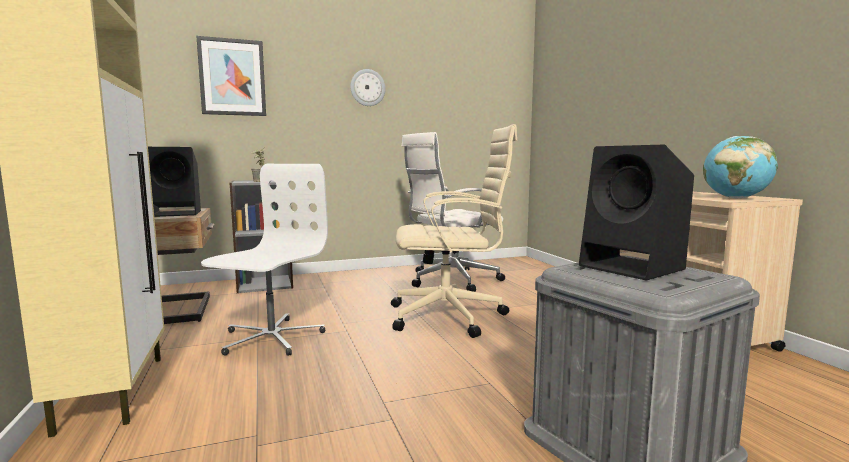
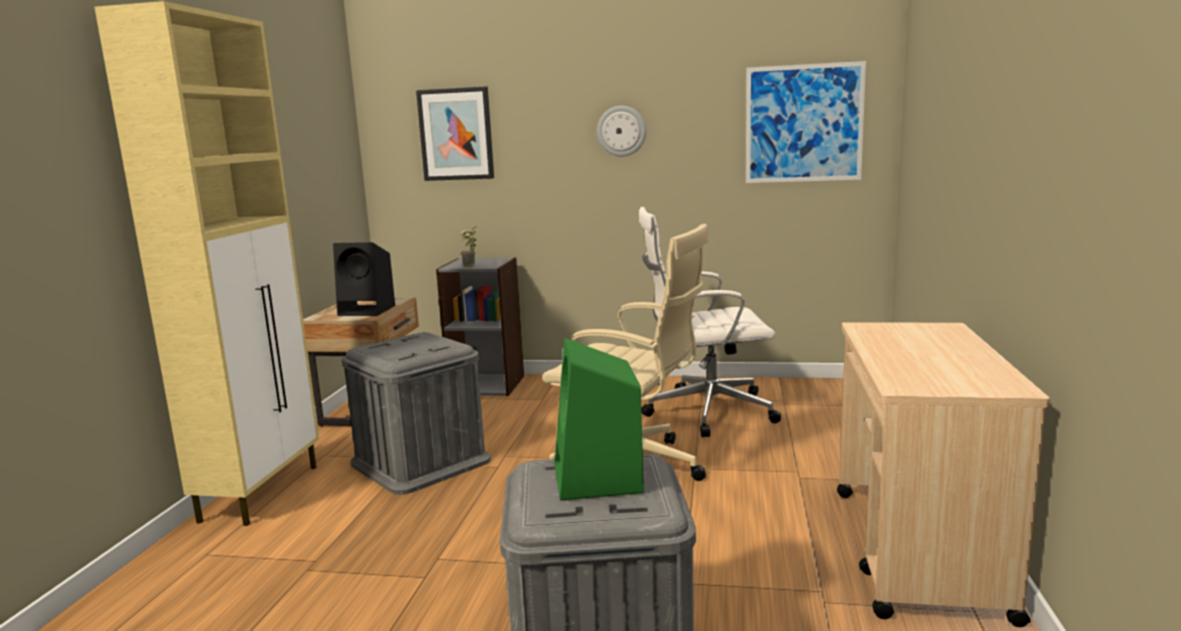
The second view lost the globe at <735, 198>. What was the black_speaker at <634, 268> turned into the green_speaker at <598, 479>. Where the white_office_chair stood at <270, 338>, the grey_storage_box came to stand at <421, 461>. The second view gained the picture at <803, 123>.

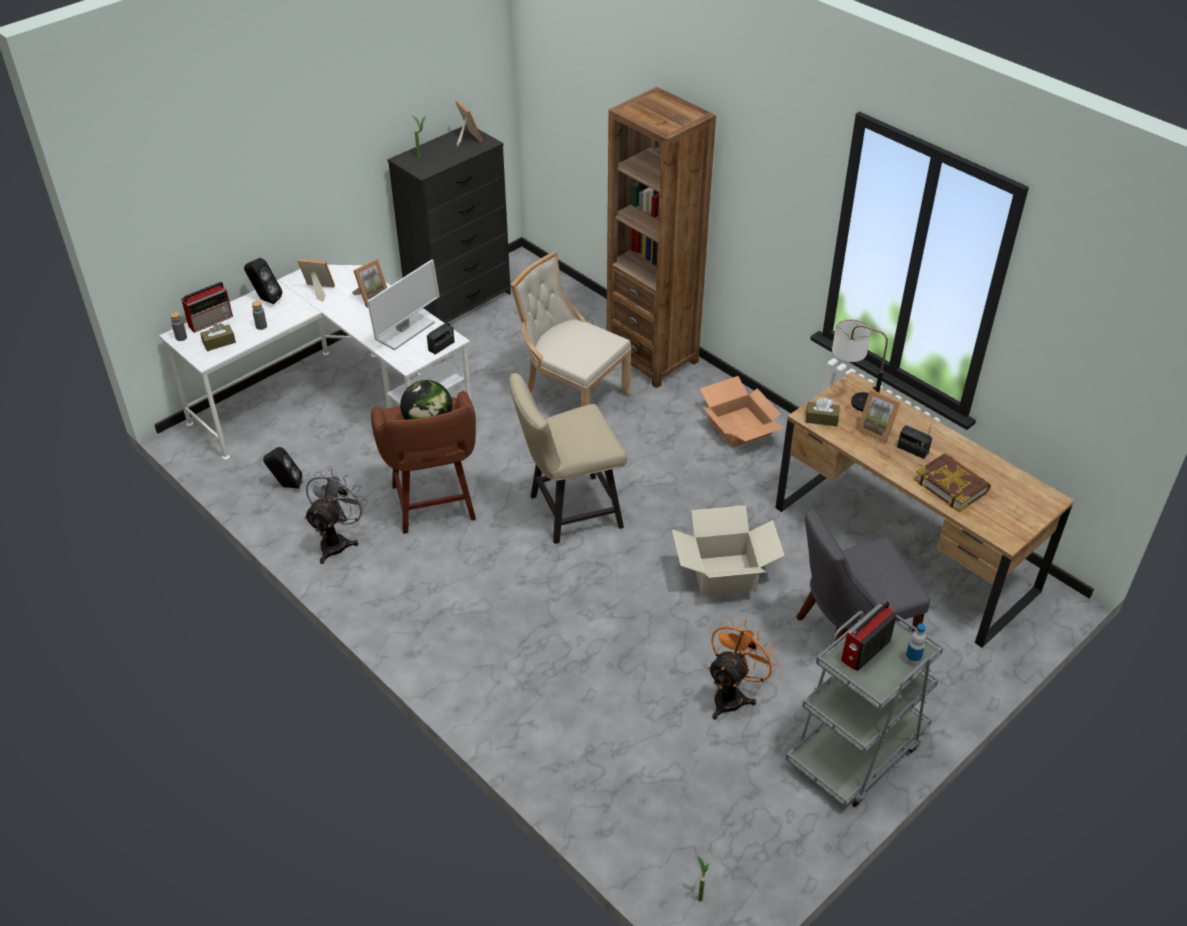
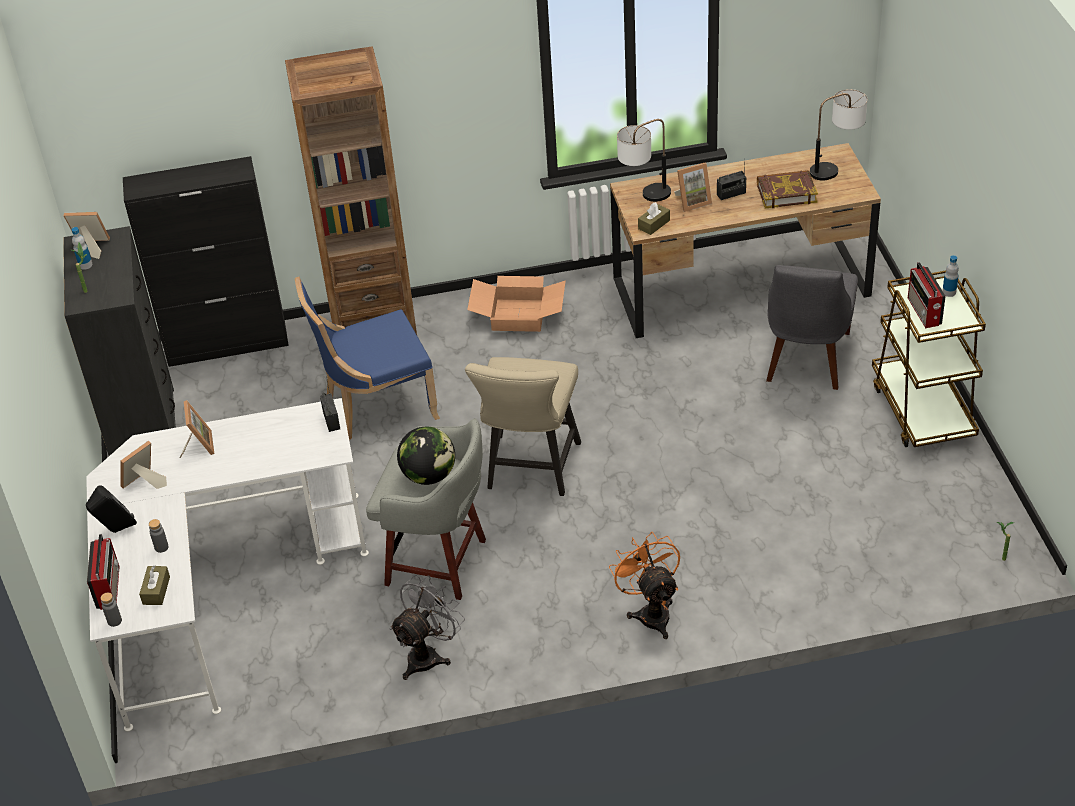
What was the beige_chair at <571, 397> turned into the blue_chair at <376, 407>. The second view lost the monitor at <404, 331>. What was the brown_stool at <434, 505> turned into the grey_stool at <440, 563>. The second view lost the black_speaker at <286, 486>. The grey_fan at <337, 541> ended up facing another way, 75 degrees clockwise from before. The second view lost the cardboard_box at <724, 575>. What was the grey_cart at <856, 751> turned into the brown_cart at <922, 410>. The orange_fan ended up elsewhere, having gone from <733, 695> to <651, 612>. The second view gained the table_lamp at <836, 168>. The second view gained the black_cabinet at <228, 344>. The second view gained the bottle at <85, 265>.

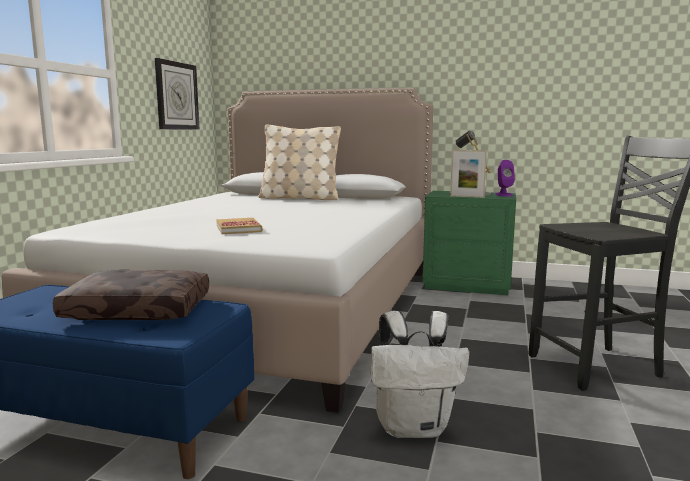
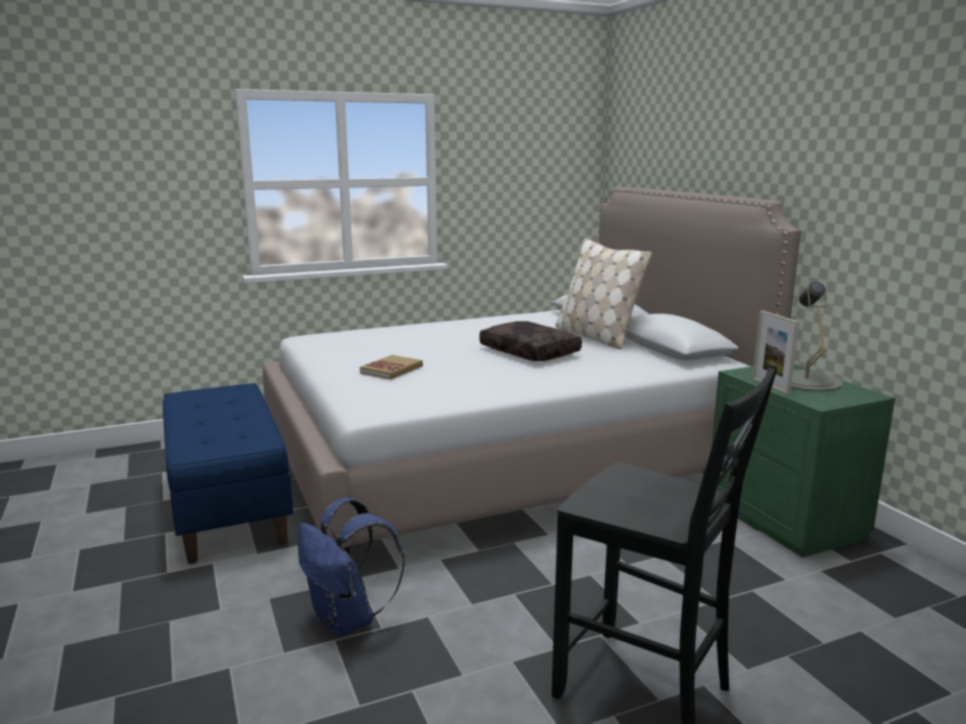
The second view lost the wall_clock at <176, 96>. The second view lost the purple_speaker at <503, 195>. The brown_pillow ended up elsewhere, having gone from <140, 310> to <531, 352>. What was the white_backpack at <414, 427> turned into the blue_backpack at <347, 620>.

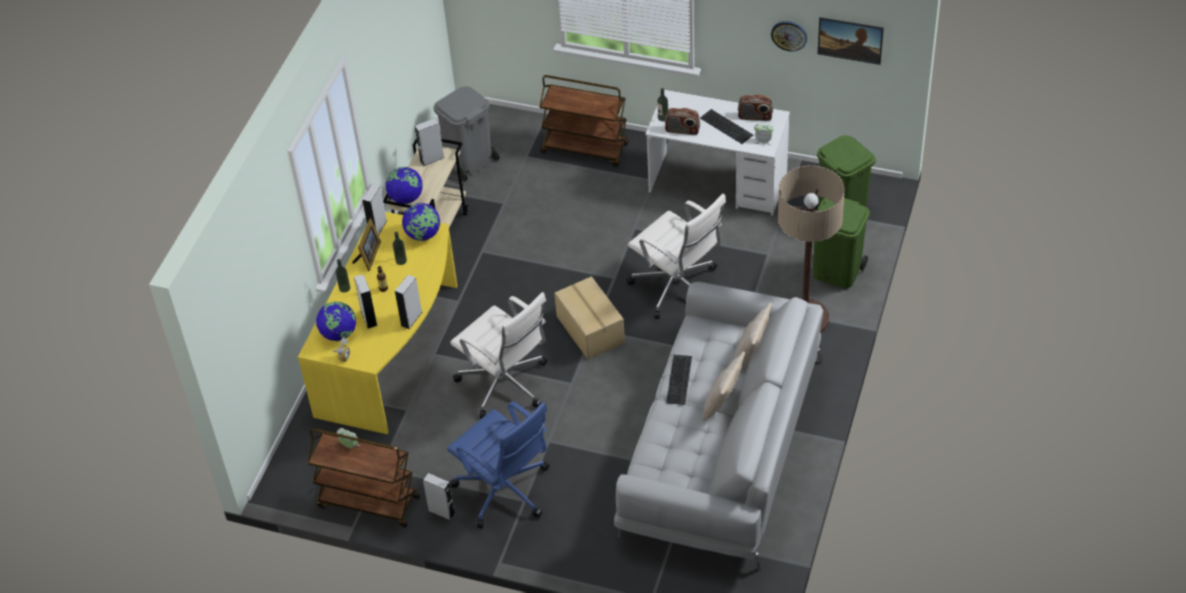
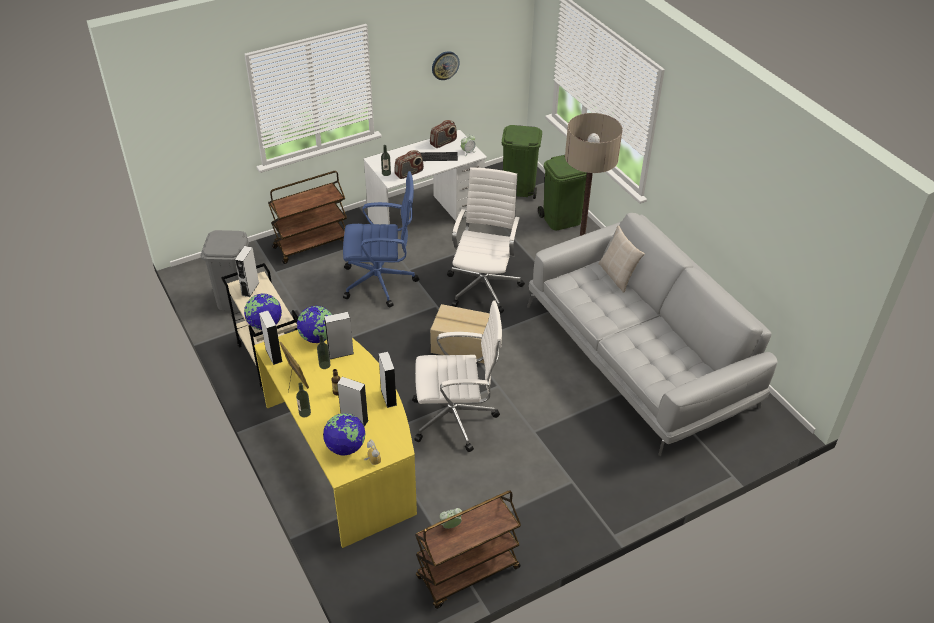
The second view lost the picture at <849, 49>. The white_office_chair at <677, 288> ended up facing another way, 75 degrees counterclockwise from before. The second view lost the beige_pillow at <722, 403>. The second view lost the keyboard at <680, 380>. The blue_office_chair ended up elsewhere, having gone from <505, 491> to <381, 282>. The grey_speaker ended up elsewhere, having gone from <441, 512> to <341, 353>.

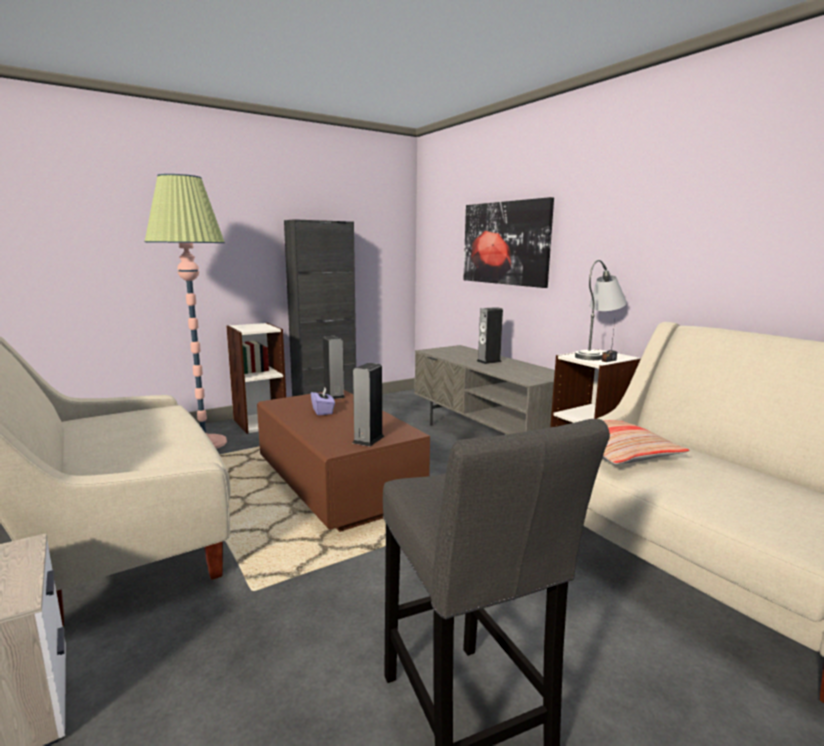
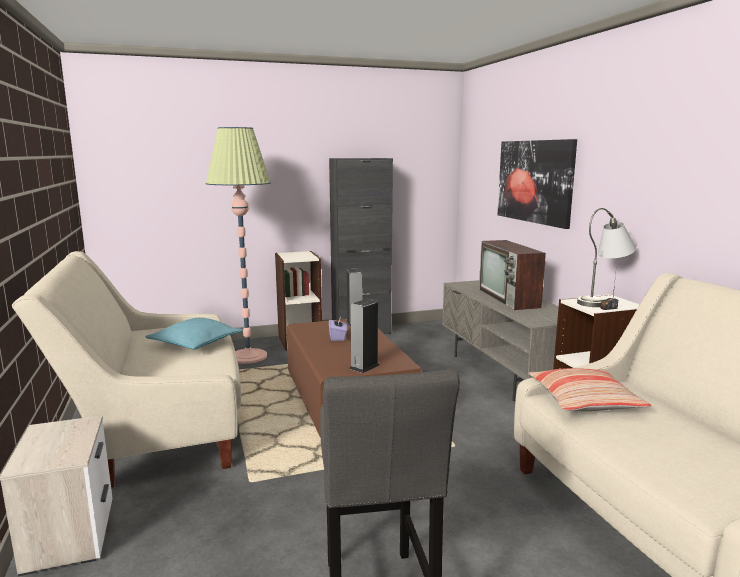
Where the speaker stood at <489, 361>, the television came to stand at <509, 299>. The second view gained the turquoise_pillow at <195, 343>.

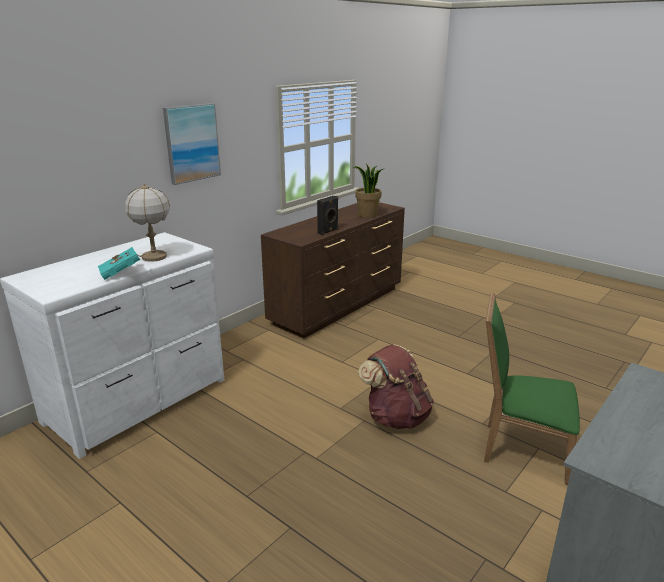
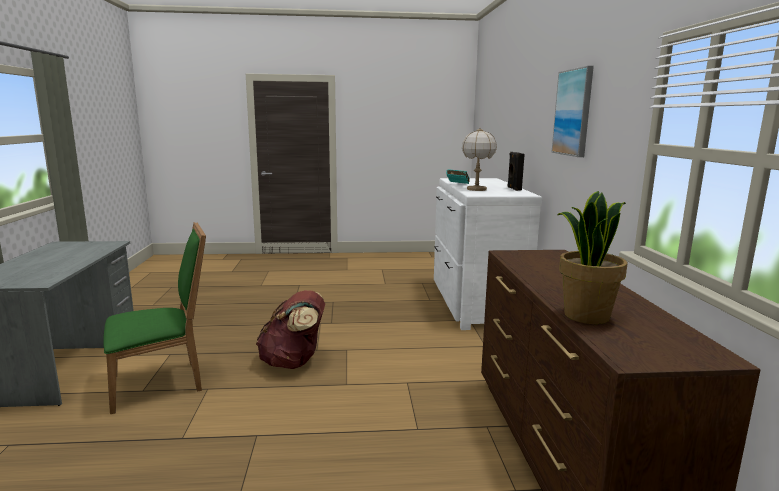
The black_speaker ended up elsewhere, having gone from <328, 231> to <513, 188>.

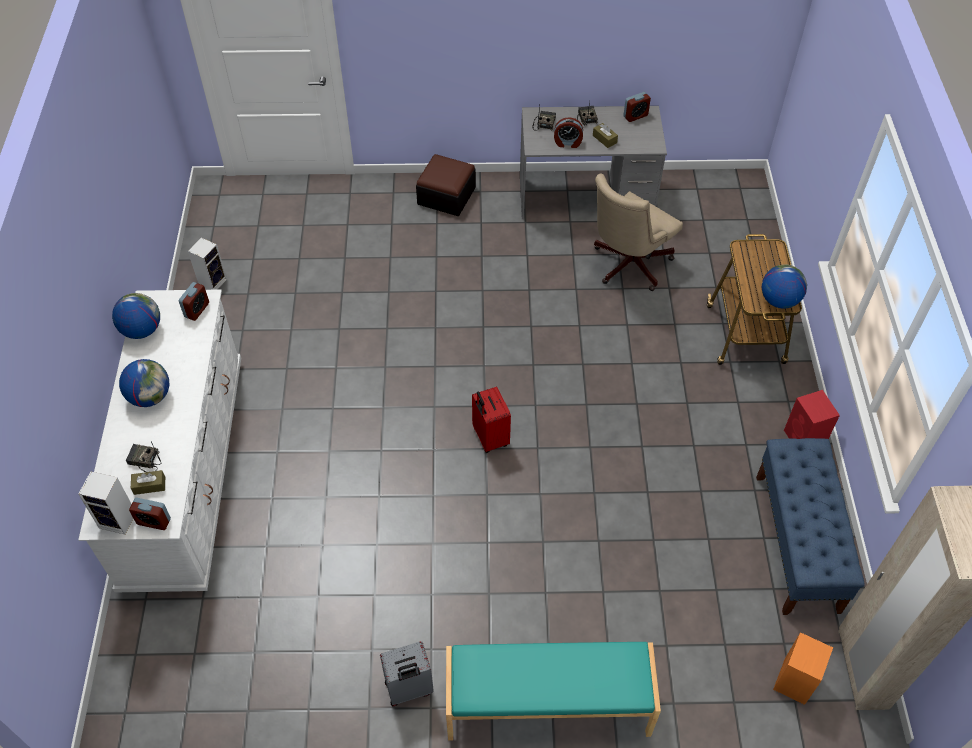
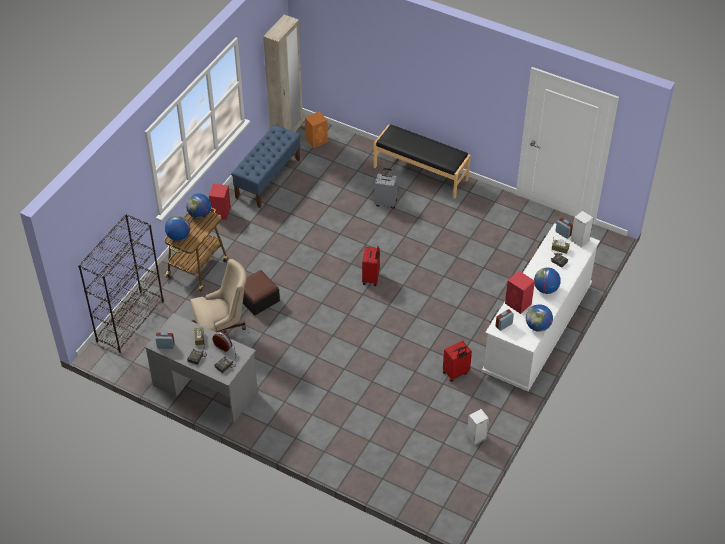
The ottoman ended up elsewhere, having gone from <446, 196> to <258, 299>. The grey_suitcase ended up elsewhere, having gone from <409, 689> to <386, 202>. What was the turquoise_bench at <547, 706> turned into the black_bench at <421, 173>. The second view gained the black_bookcase at <130, 321>. The second view gained the globe at <178, 236>. The second view gained the red_speaker at <518, 304>. The second view gained the red_suitcase at <456, 373>.

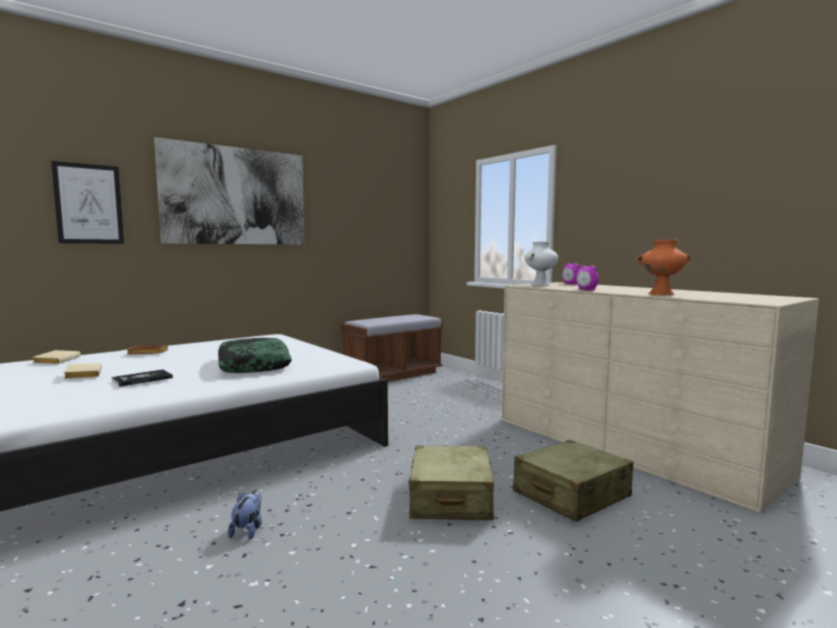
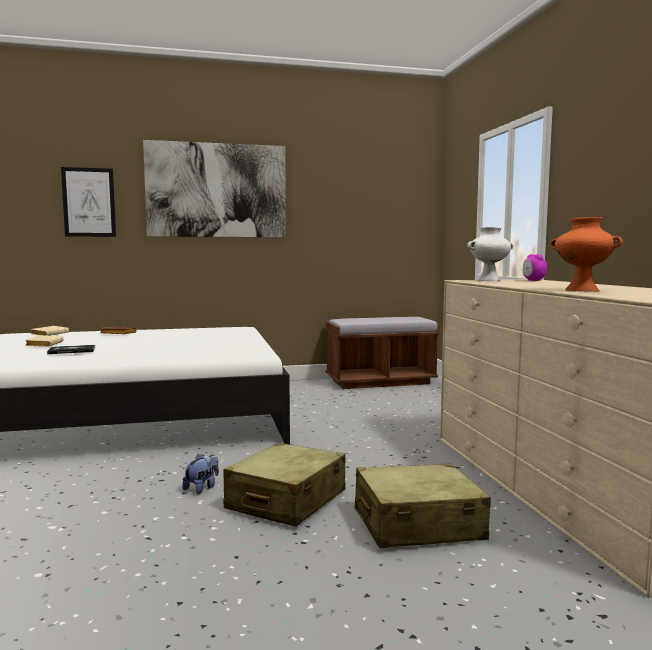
The second view lost the alarm_clock at <586, 290>. The second view lost the pillow at <253, 365>. The plush_toy ended up elsewhere, having gone from <248, 530> to <202, 488>.

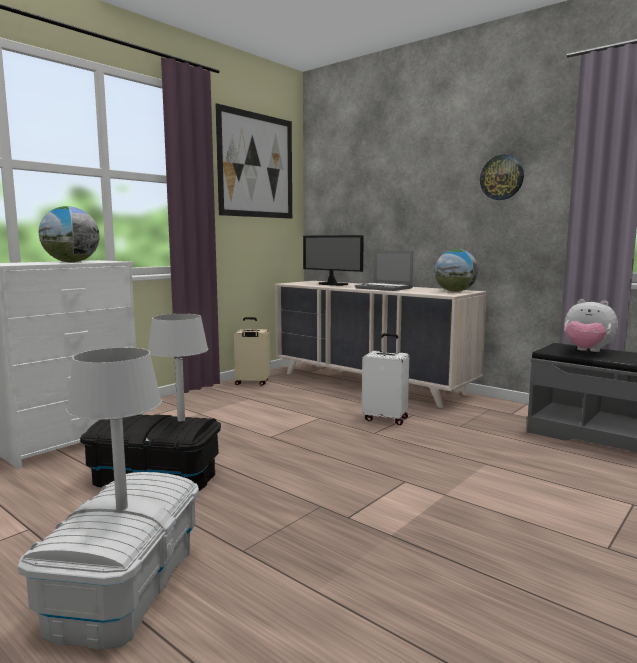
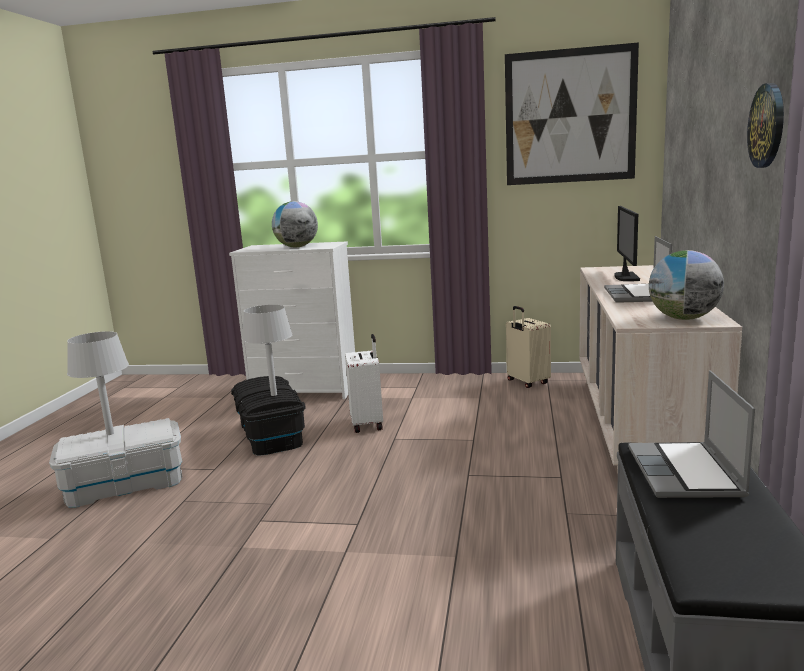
Where the plush_toy stood at <586, 351>, the laptop came to stand at <686, 473>. The white_suitcase ended up elsewhere, having gone from <385, 419> to <368, 424>.

